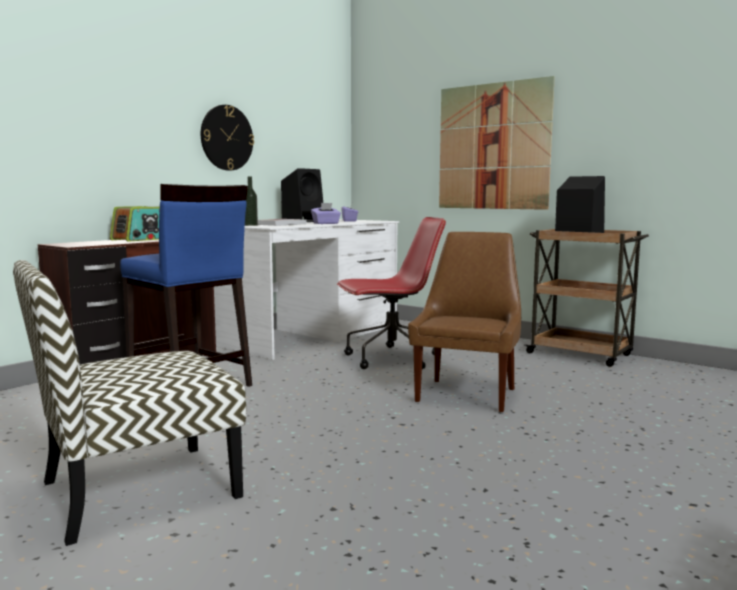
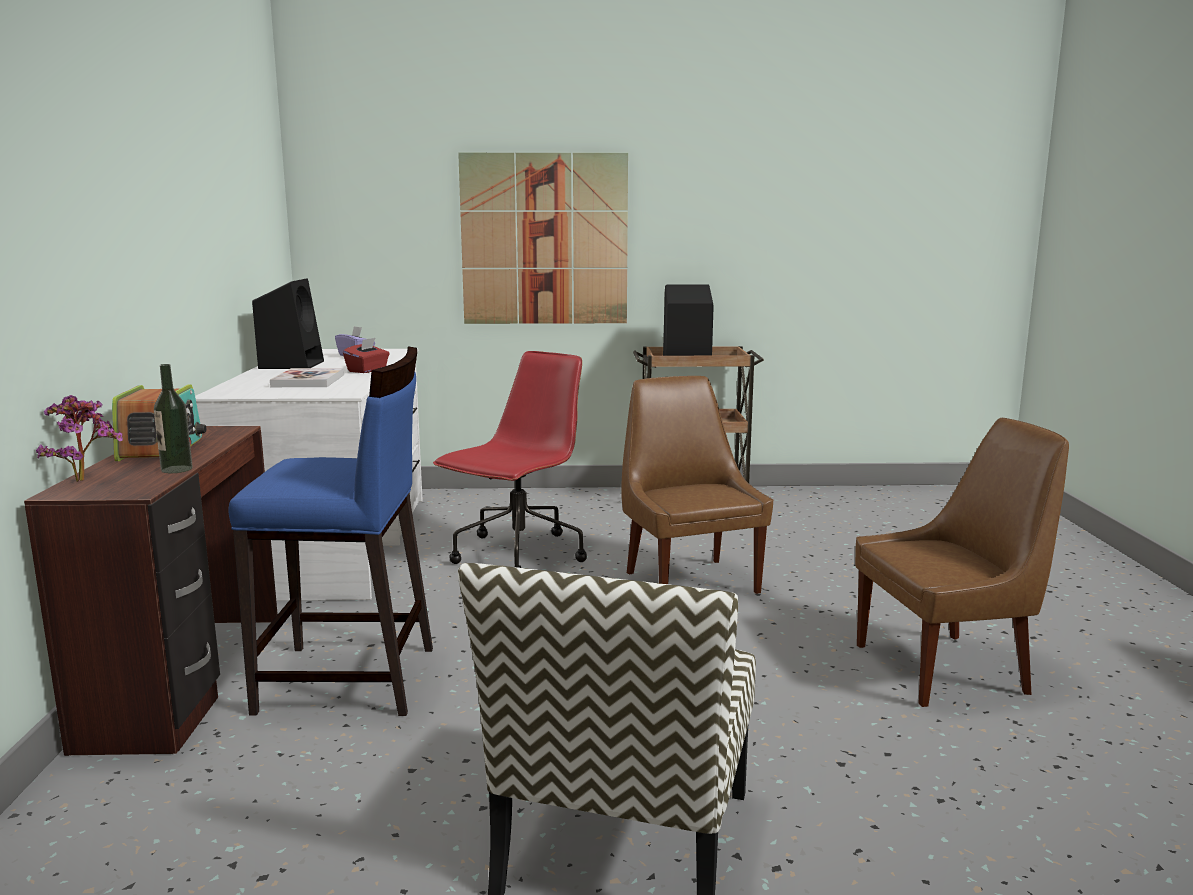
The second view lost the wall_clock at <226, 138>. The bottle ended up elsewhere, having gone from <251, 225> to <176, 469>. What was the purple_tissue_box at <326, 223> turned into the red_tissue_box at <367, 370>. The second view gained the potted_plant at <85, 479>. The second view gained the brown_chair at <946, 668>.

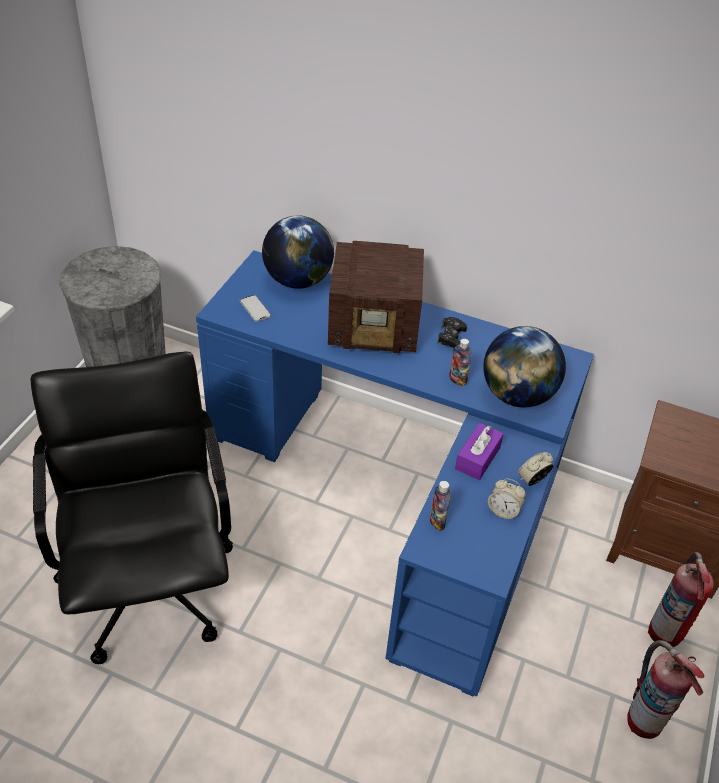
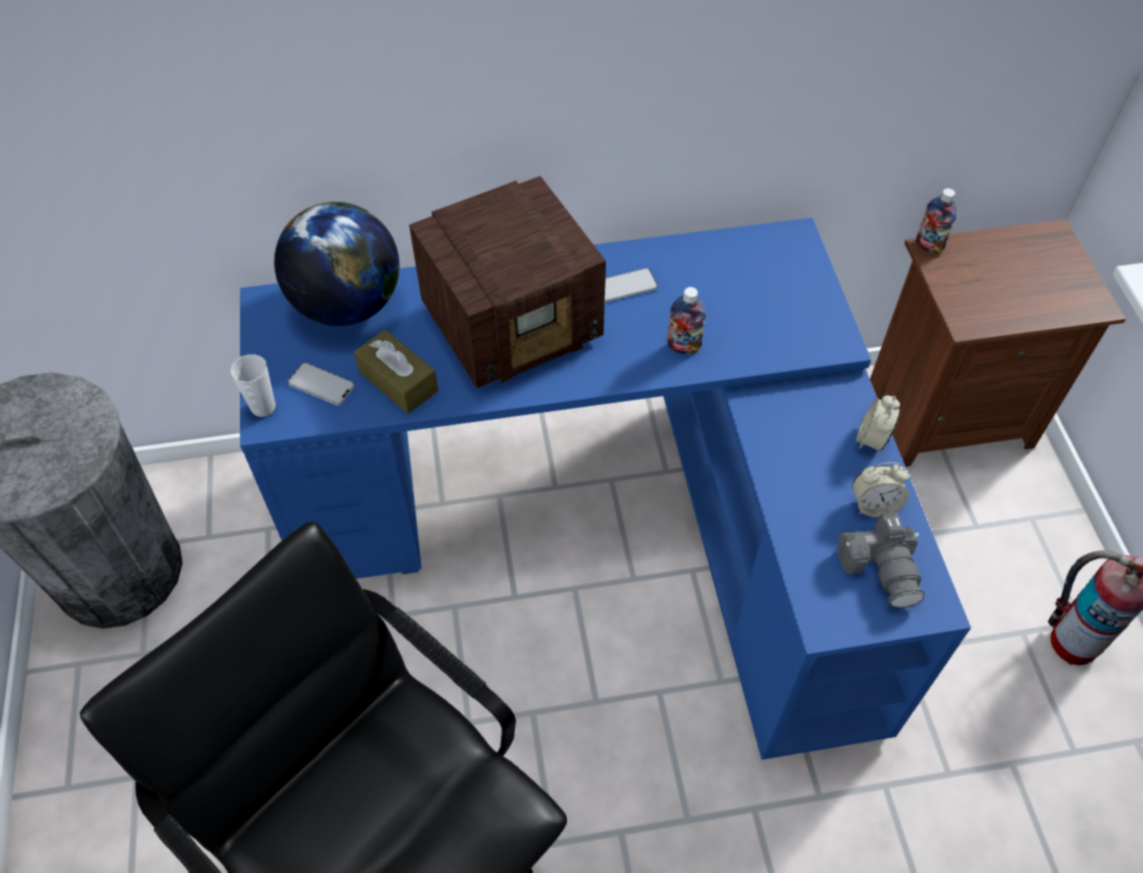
Where the black_game_controller stood at <451, 337>, the phone came to stand at <626, 286>. The second view lost the globe at <517, 395>. The second view lost the purple_tissue_box at <477, 458>. The bottle ended up elsewhere, having gone from <437, 521> to <928, 246>. The second view lost the fire_extinguisher at <665, 632>. The second view gained the brown_tissue_box at <398, 381>. The second view gained the cup at <263, 407>. The second view gained the photo_camera at <882, 568>.

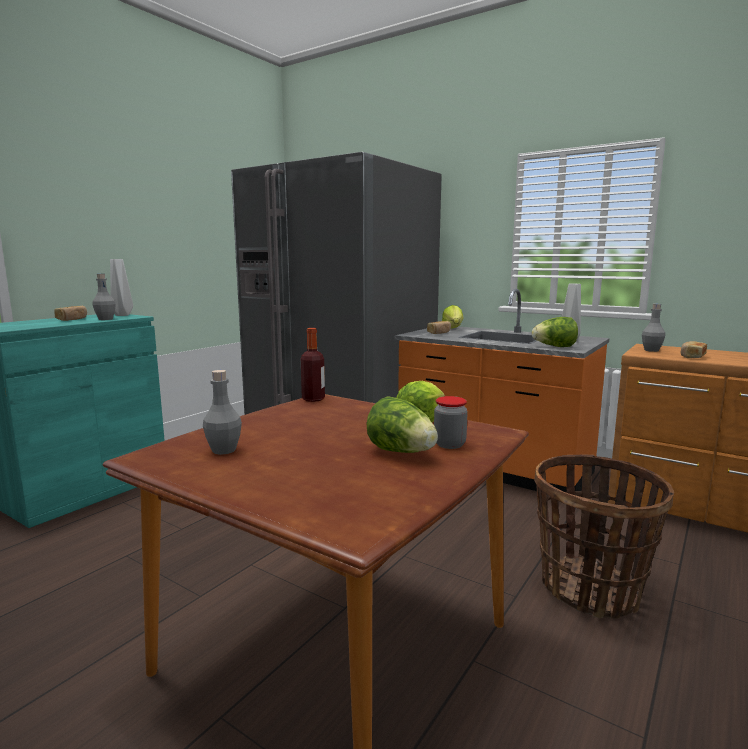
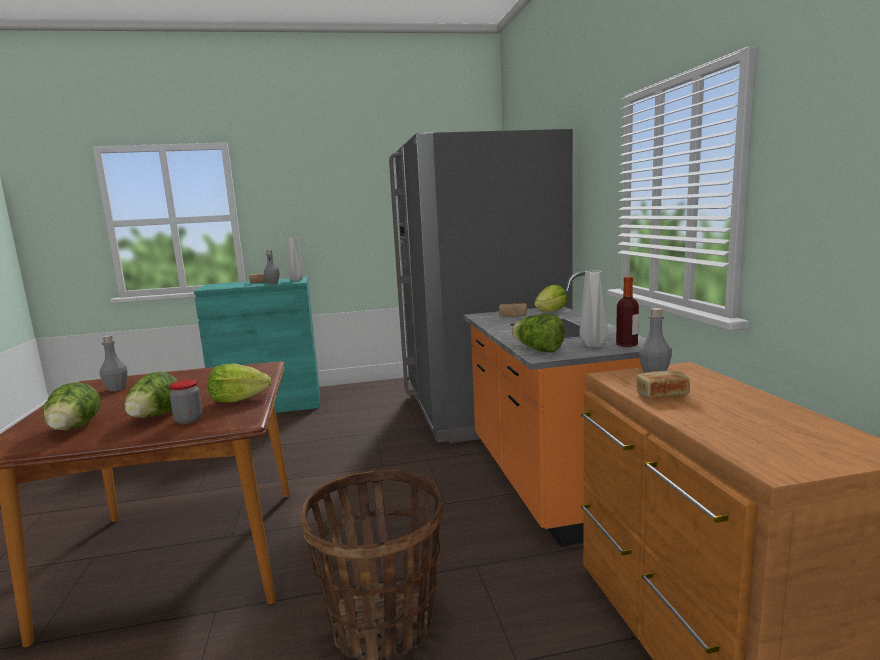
The bottle ended up elsewhere, having gone from <313, 399> to <626, 344>. The second view gained the lettuce at <74, 428>.

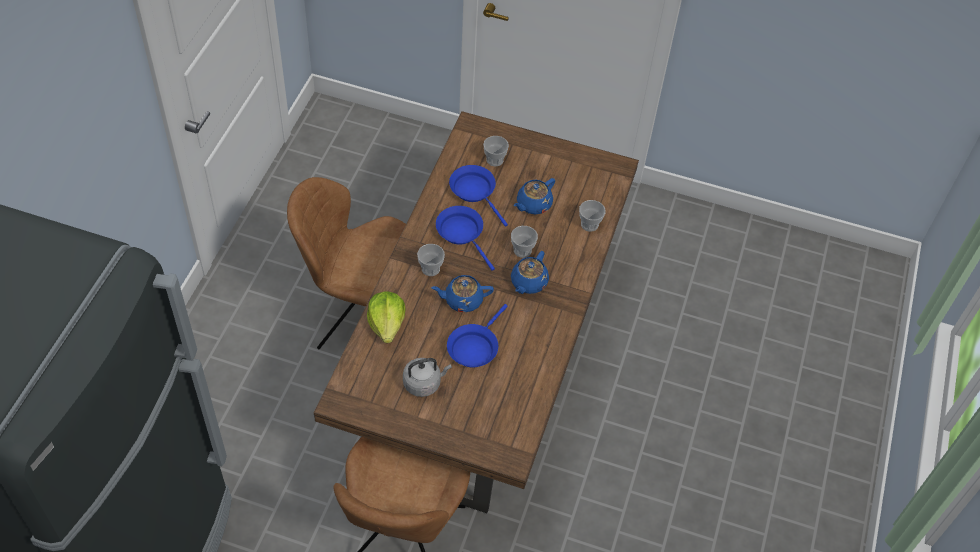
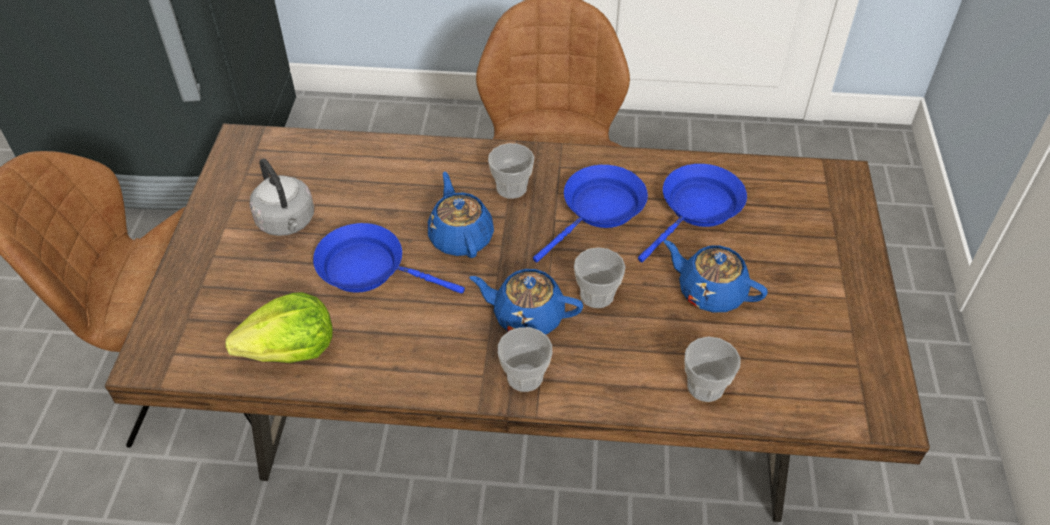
The cup ended up elsewhere, having gone from <494, 160> to <525, 377>. The lettuce ended up elsewhere, having gone from <387, 324> to <291, 350>.

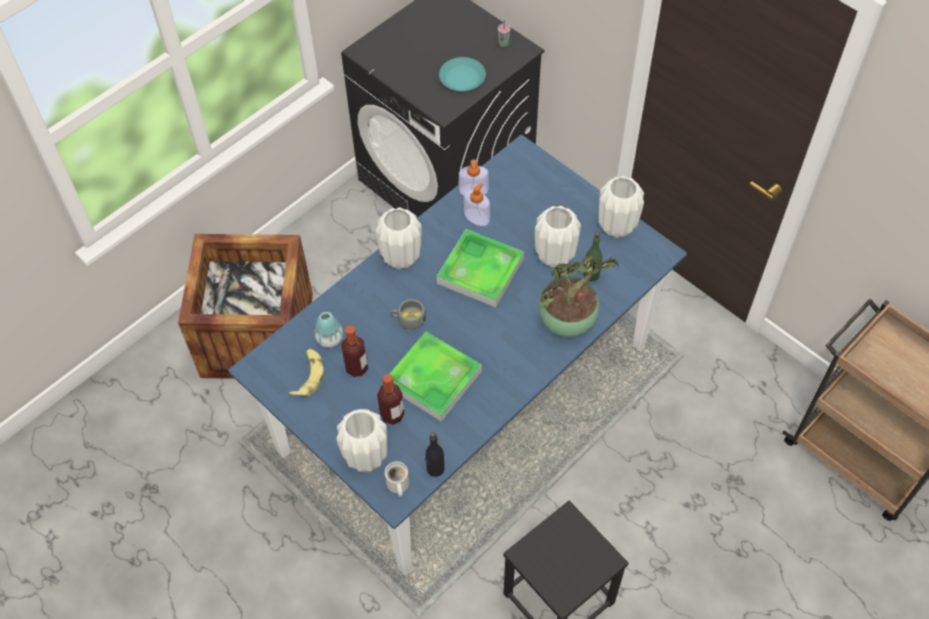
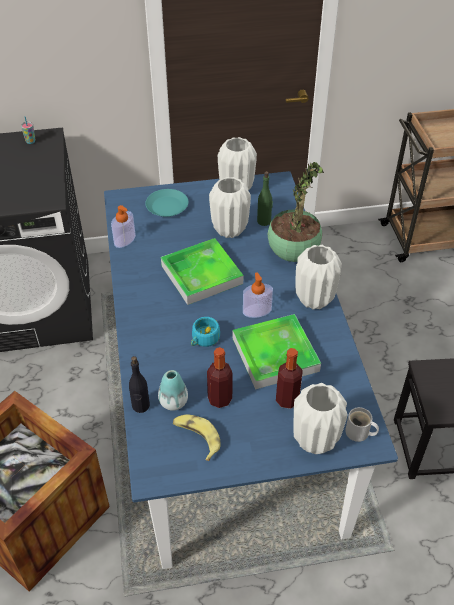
The turquoise_plate ended up elsewhere, having gone from <462, 78> to <166, 206>. The soap_dispenser ended up elsewhere, having gone from <476, 217> to <257, 311>. The white_vase ended up elsewhere, having gone from <401, 258> to <315, 299>. What was the grey_cup at <408, 319> turned into the turquoise_cup at <203, 339>. The black_bottle ended up elsewhere, having gone from <435, 469> to <140, 406>.

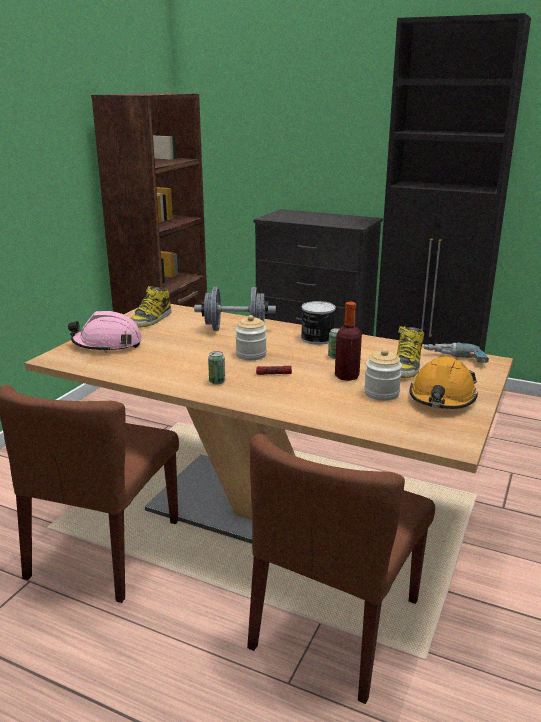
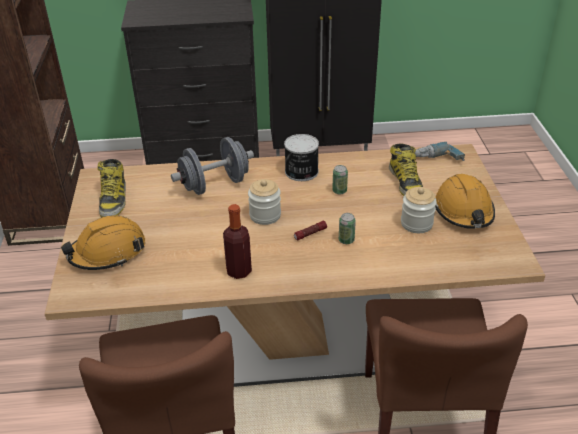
The bottle ended up elsewhere, having gone from <347, 376> to <239, 271>. What was the pink_hard_hat at <108, 344> turned into the orange_hard_hat at <108, 252>. The can ended up elsewhere, having gone from <217, 382> to <346, 240>.

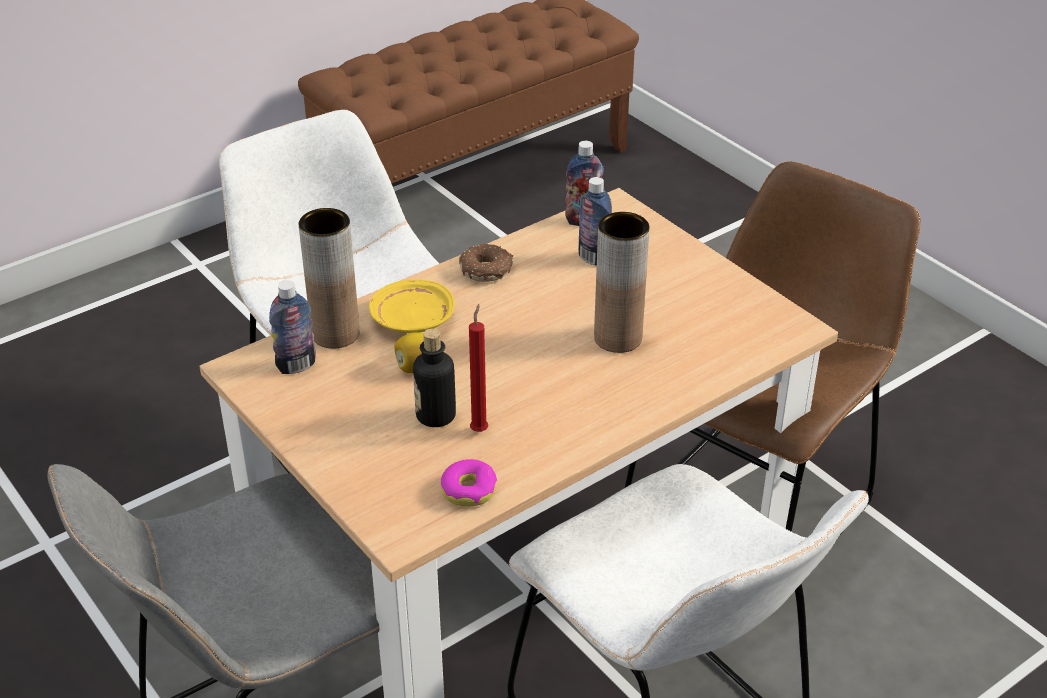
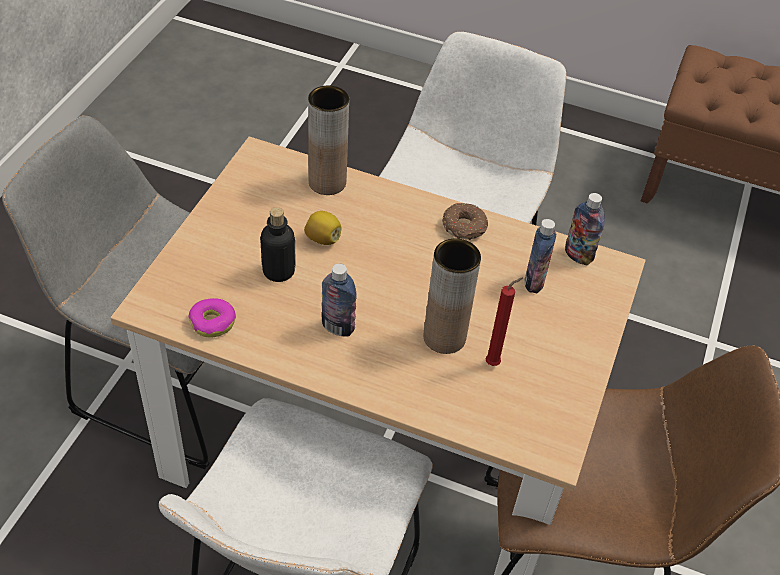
The second view lost the yellow_plate at <412, 319>. The bottle ended up elsewhere, having gone from <296, 365> to <337, 327>. The red_candle ended up elsewhere, having gone from <480, 429> to <494, 363>.

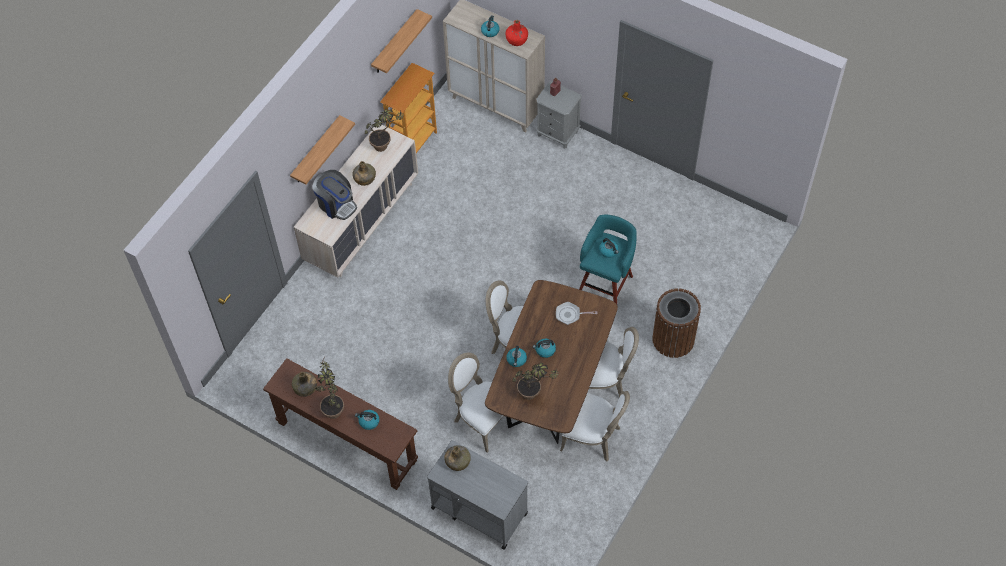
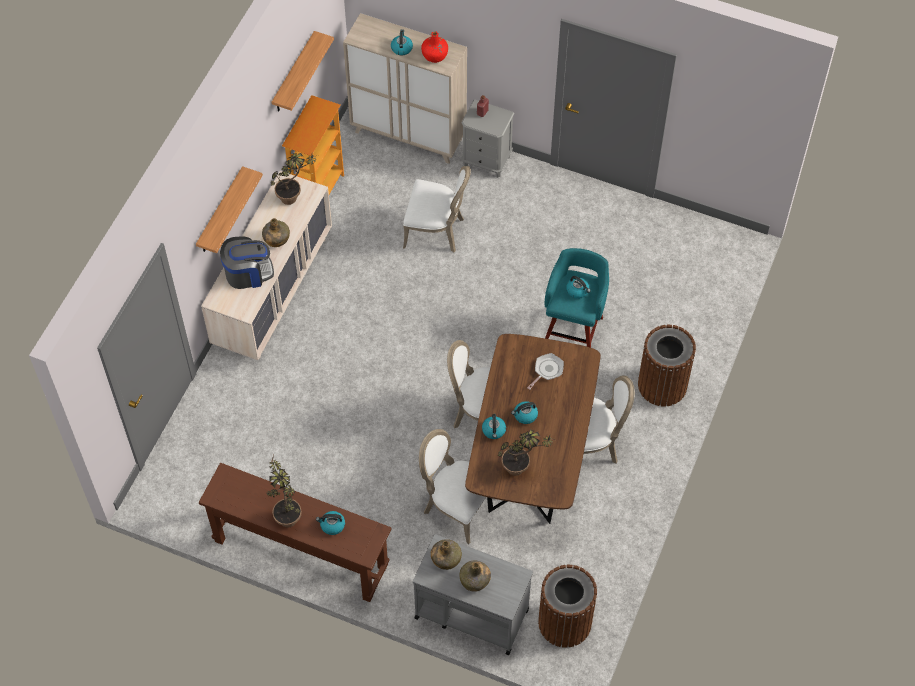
The coffee_machine at <336, 204> ended up facing another way, 45 degrees counterclockwise from before. The frying_pan at <570, 315> ended up facing another way, 135 degrees clockwise from before. The green_bottle ended up elsewhere, having gone from <305, 388> to <475, 580>. The white_chair ended up elsewhere, having gone from <593, 437> to <436, 231>. The second view gained the brown_trash_can at <564, 622>.

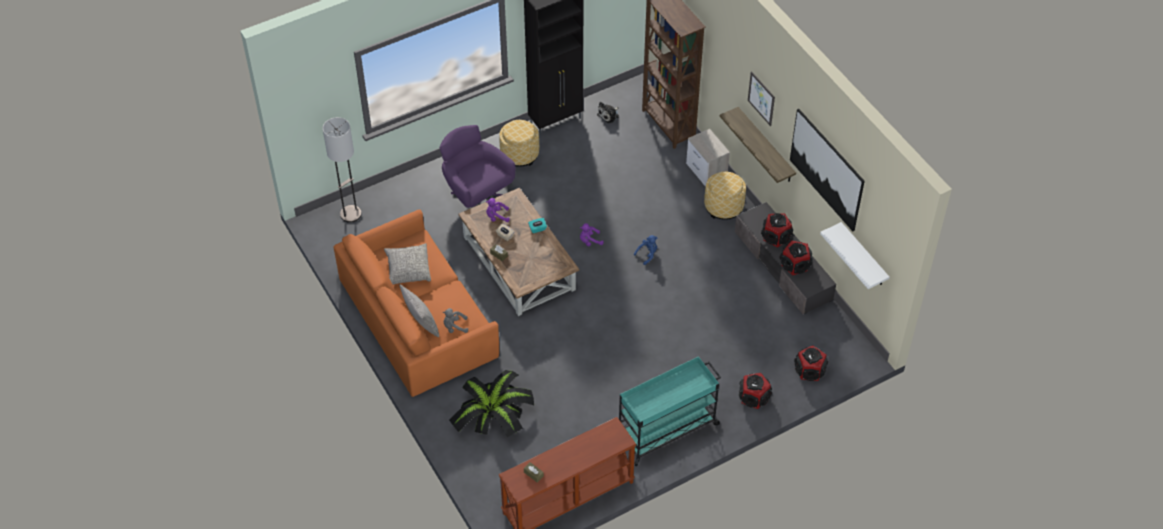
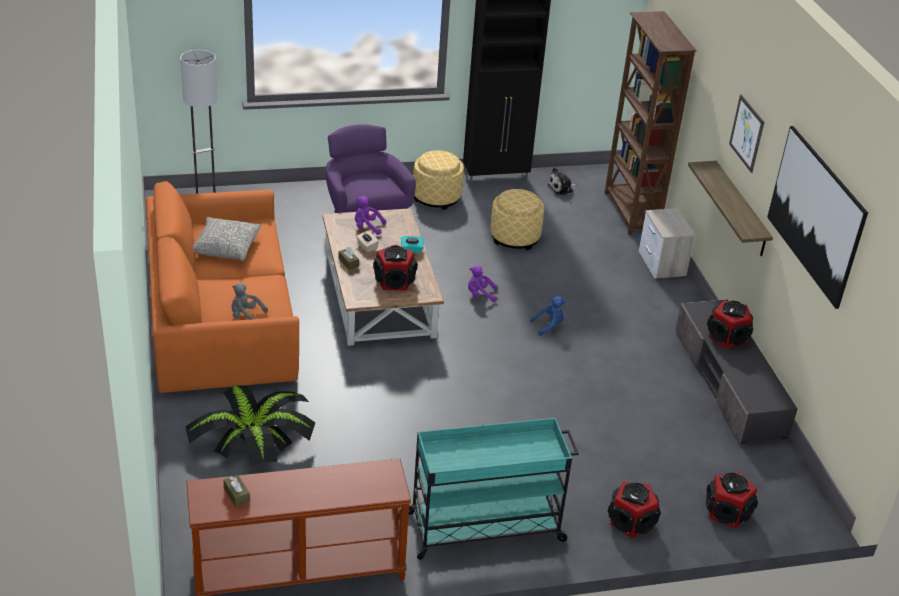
The ottoman ended up elsewhere, having gone from <723, 206> to <515, 237>. The second view lost the white_shelf at <863, 256>. The speaker ended up elsewhere, having gone from <795, 264> to <394, 281>. The second view lost the grey_pillow at <421, 323>.

